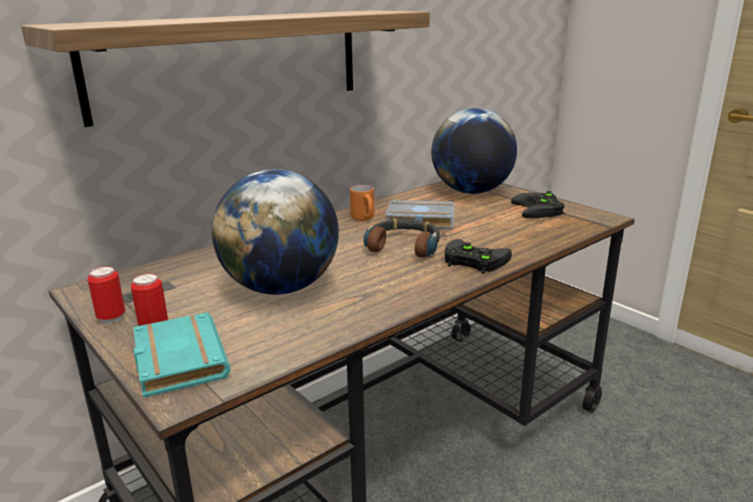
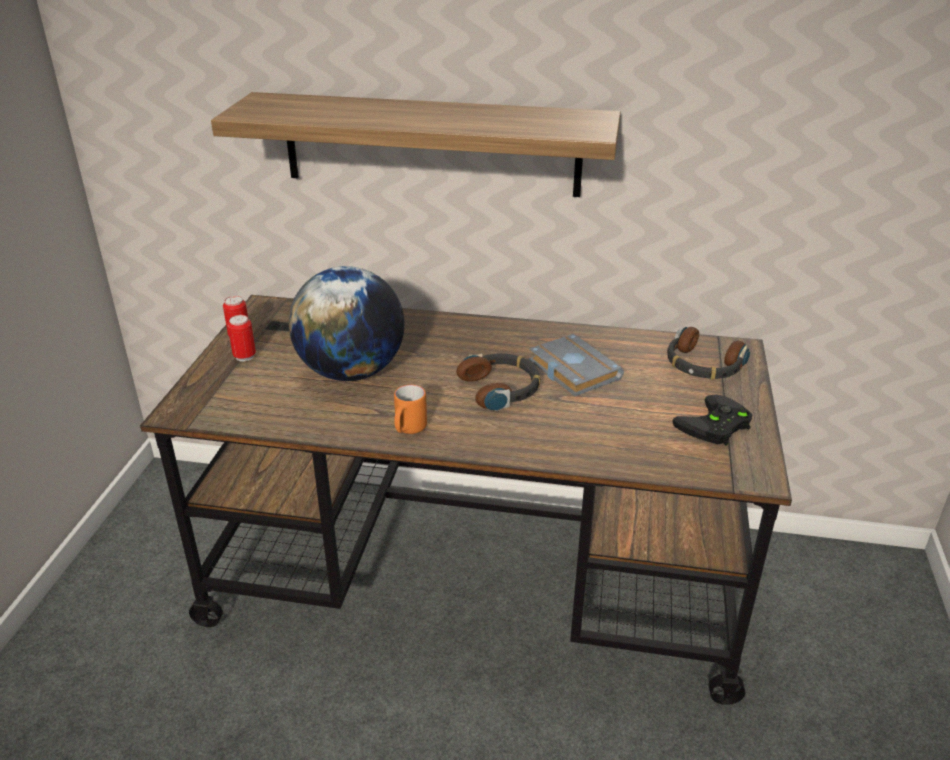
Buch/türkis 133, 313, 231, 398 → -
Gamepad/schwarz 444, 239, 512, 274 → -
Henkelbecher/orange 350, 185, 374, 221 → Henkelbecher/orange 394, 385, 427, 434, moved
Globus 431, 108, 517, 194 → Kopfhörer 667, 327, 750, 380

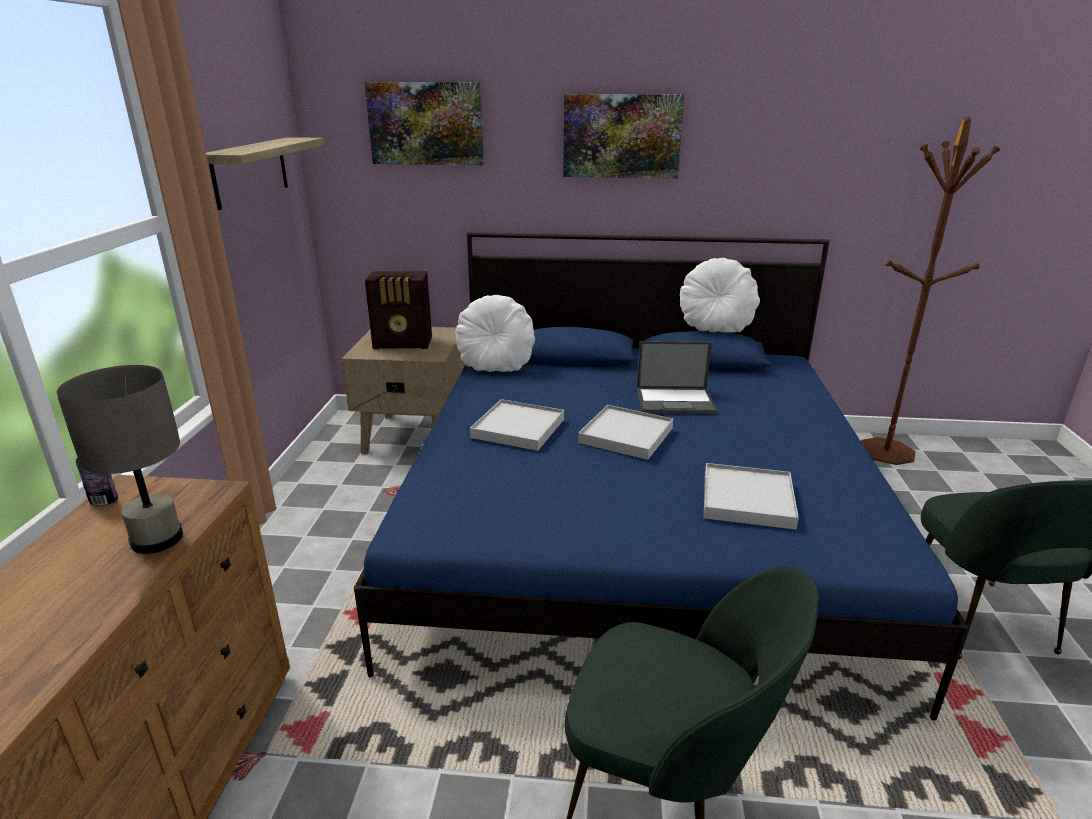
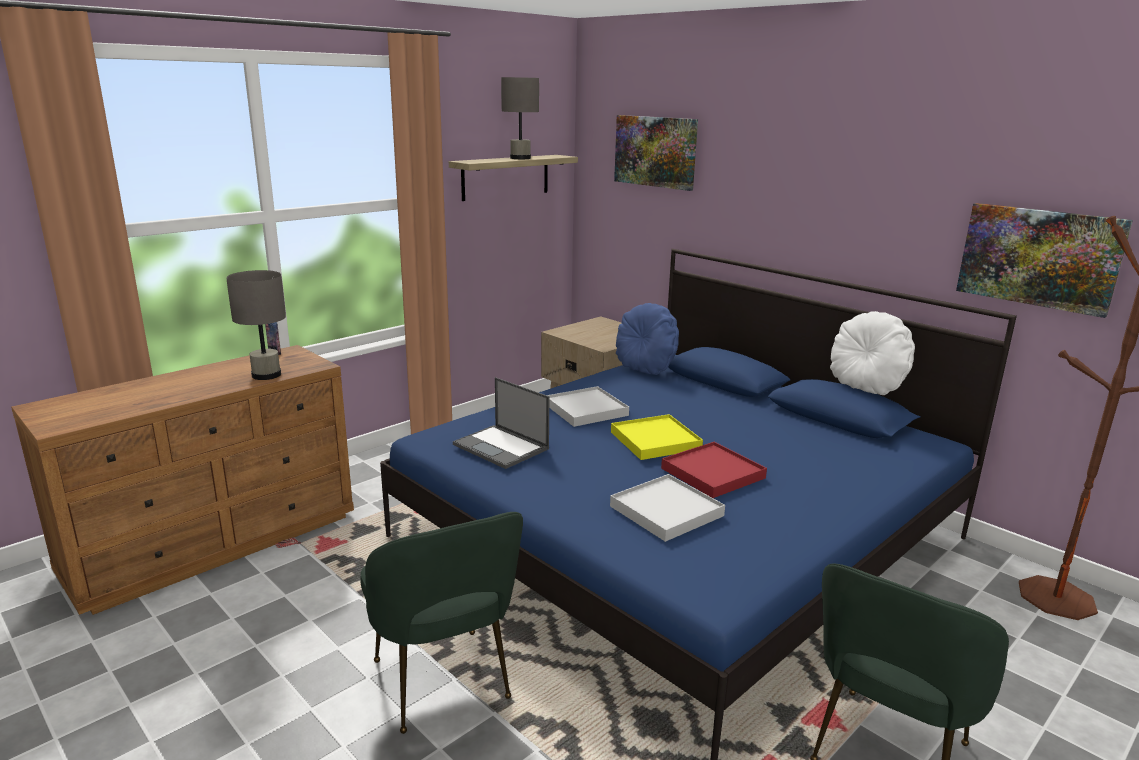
Radio 365, 271, 432, 349 → -
- → Tischlampe/grau 501, 77, 539, 159
- → Tablett/rot 661, 442, 767, 498
Bild 563, 94, 684, 178 → Bild 956, 203, 1133, 318, moved
Laptop 637, 341, 717, 414 → Laptop 453, 377, 549, 469, moved
Kissen/weiß 456, 295, 535, 372 → Kissen/blau 616, 303, 679, 375
Tablett/weiß 578, 405, 673, 460 → Tablett/gelb 611, 414, 703, 460

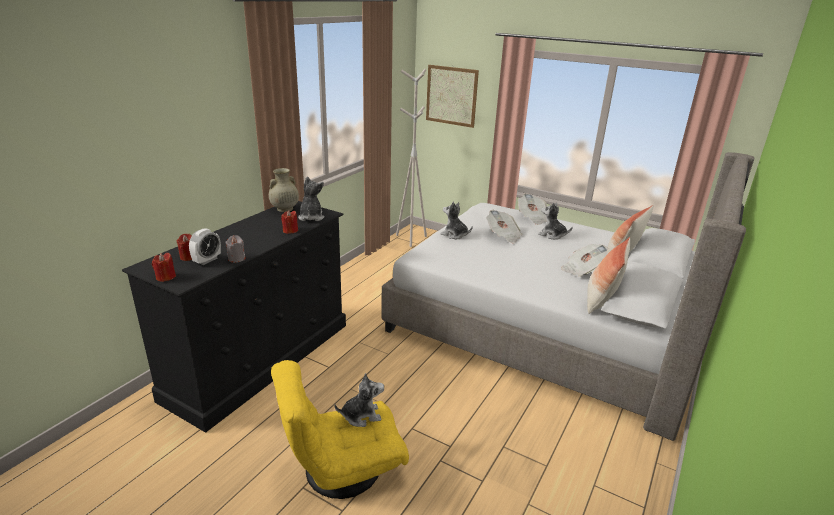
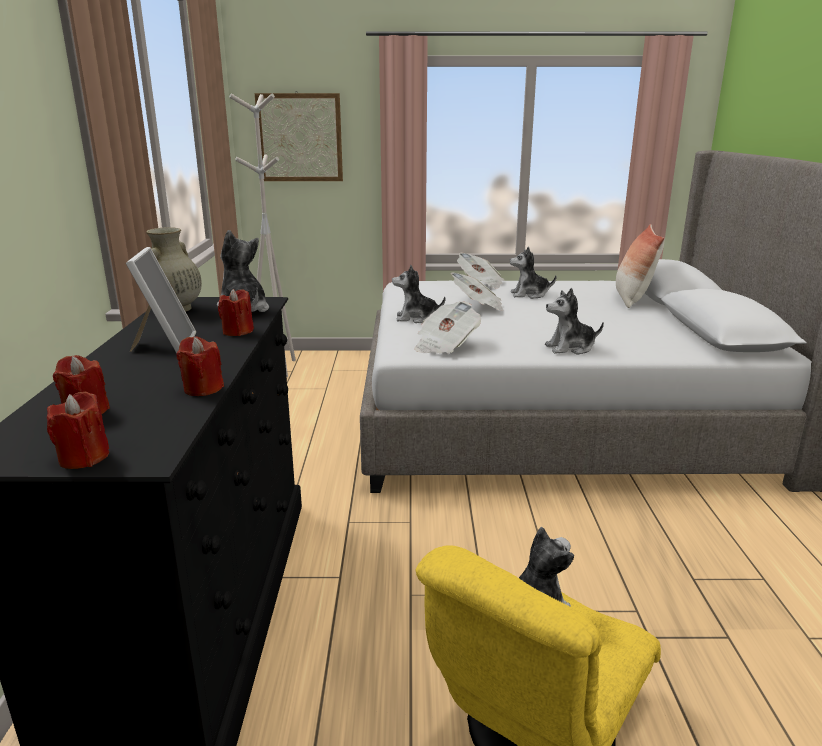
Wecker 189, 228, 221, 265 → -
Kissen 587, 237, 631, 314 → -
- → Bilderrahmen 126, 247, 196, 354
- → Plüschtier 545, 288, 604, 354
Zeitung 561, 244, 608, 277 → Zeitung 414, 301, 481, 354, moved
Kerze/grau 225, 235, 245, 263 → Kerze/rot 176, 336, 224, 396

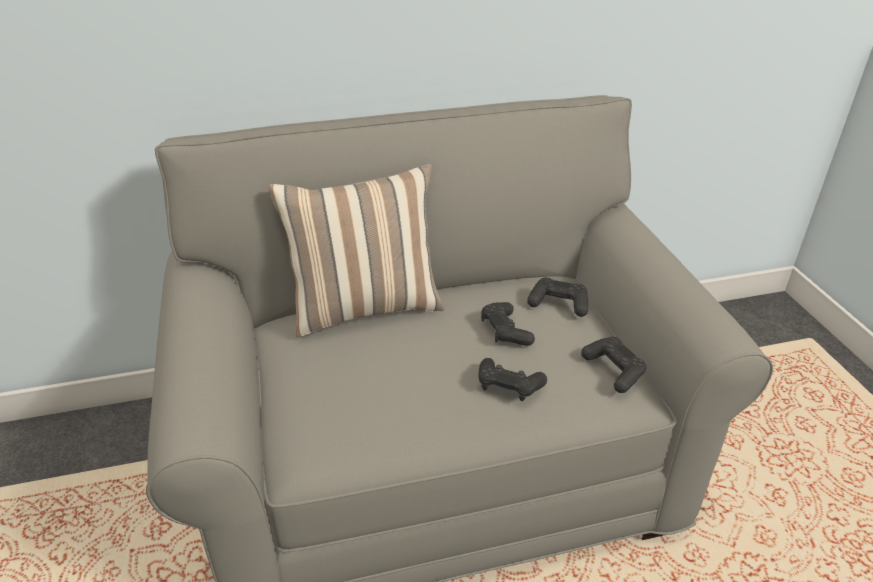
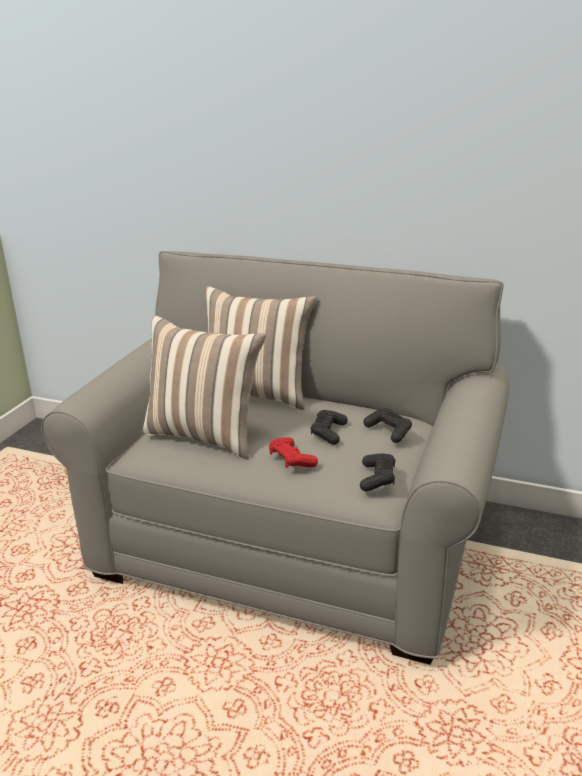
- → Kissen 142, 315, 266, 460
Gamepad/schwarz 478, 358, 547, 401 → Gamepad/rot 269, 437, 318, 468

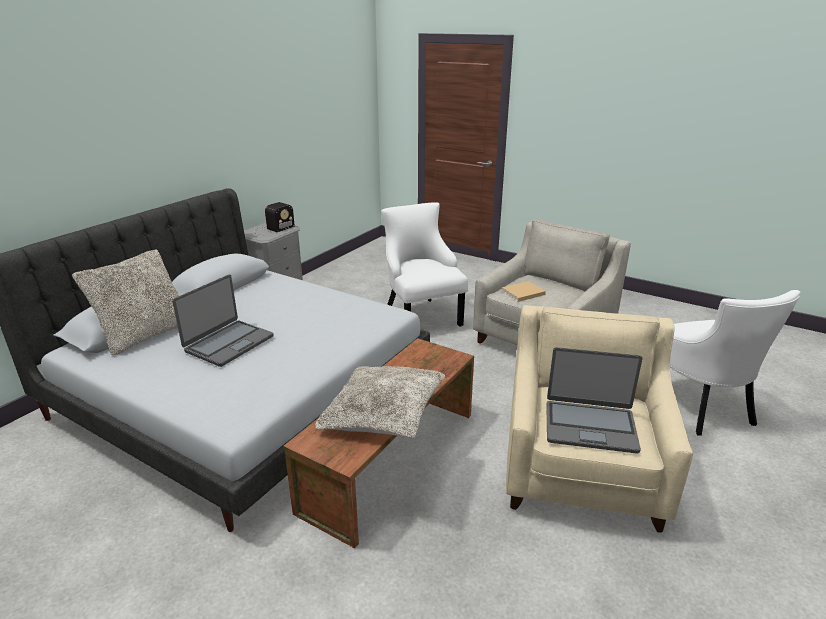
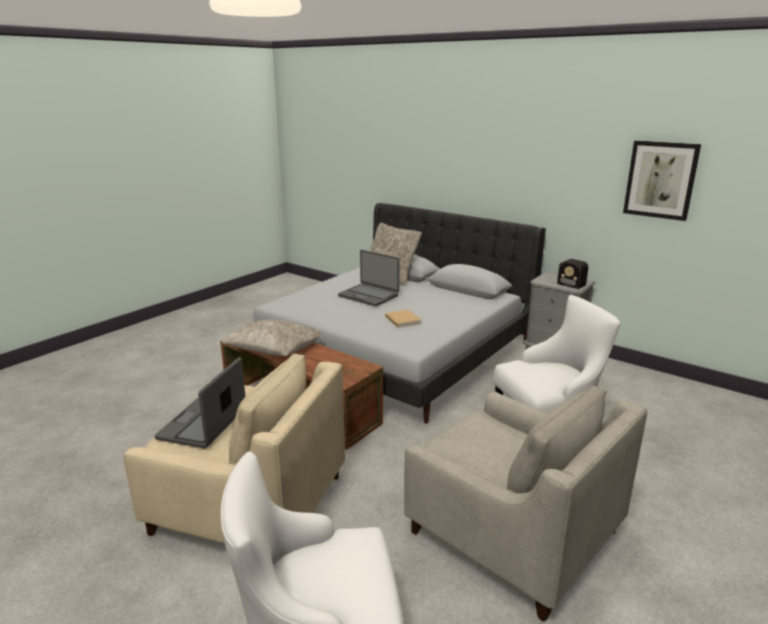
- → Bild 623, 140, 701, 221
Buch/beige 502, 281, 546, 302 → Buch/beige 385, 309, 422, 328, moved

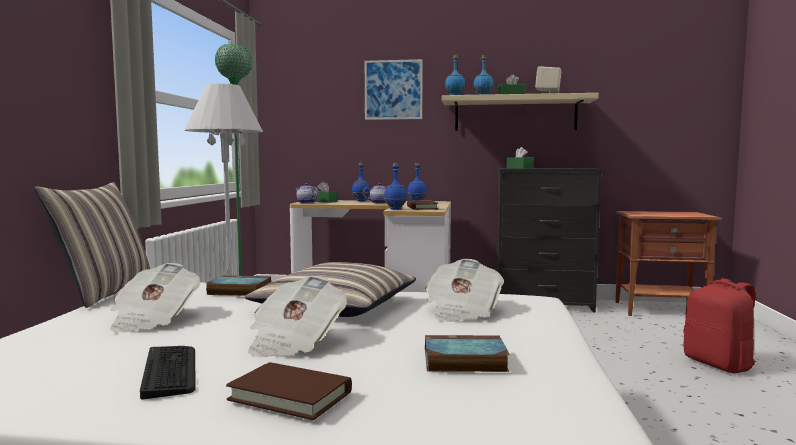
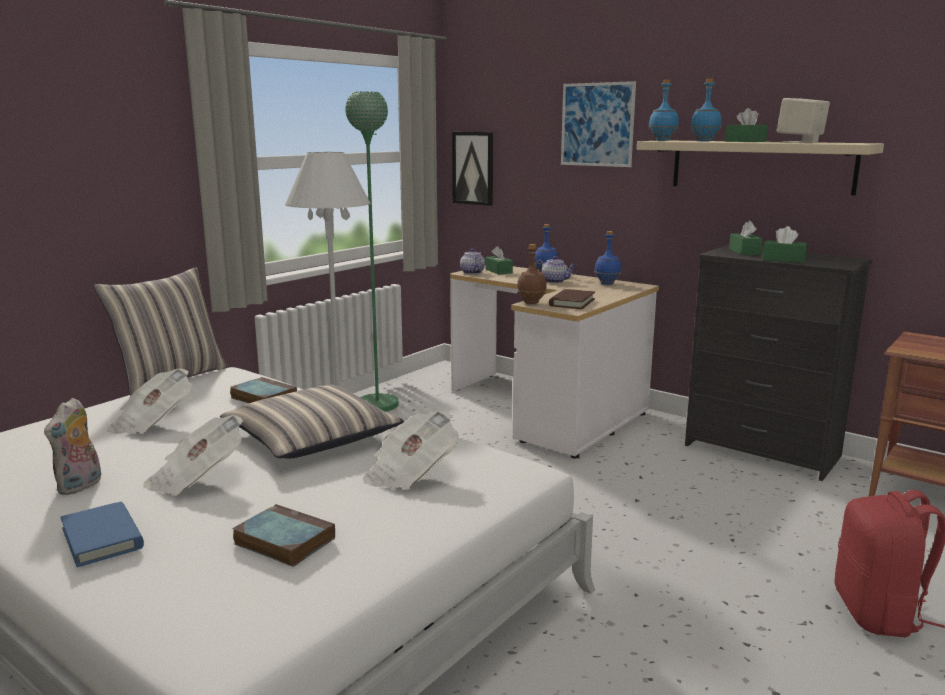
- → Bild 452, 132, 493, 206
- → Taschentuchbox/grün 762, 226, 807, 263
Tastatur 140, 346, 195, 400 → Plüschtier 44, 398, 101, 495
Buch/braun 226, 362, 352, 420 → Buch/blau 60, 502, 144, 567
Flasche/blau 384, 163, 407, 210 → Flasche/braun 517, 244, 547, 304

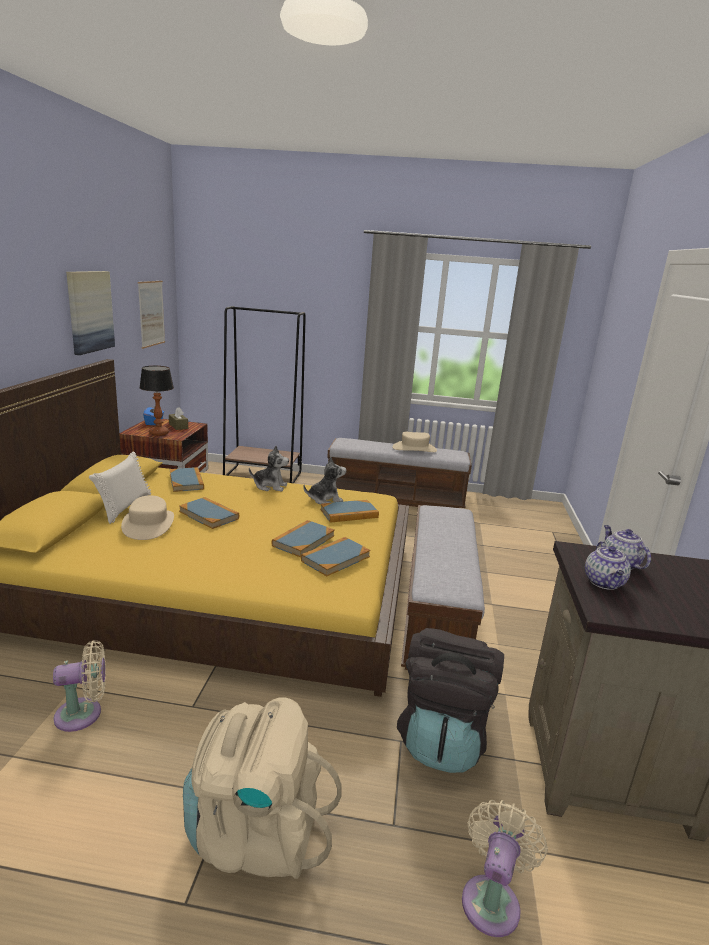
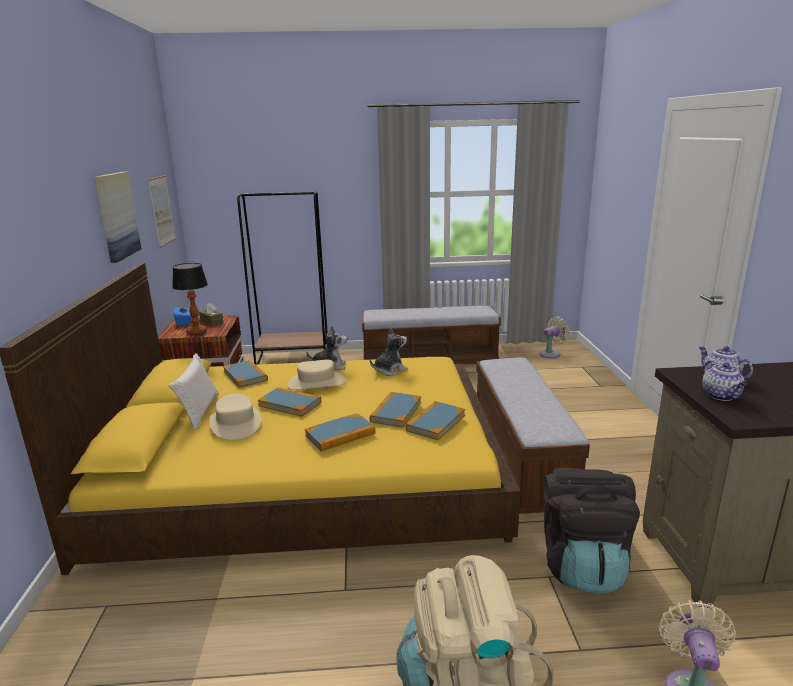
Ventilator/beige 53, 640, 106, 732 → Ventilator/beige 539, 316, 570, 358, moved
Buch 320, 500, 379, 523 → Buch 305, 413, 376, 451, moved
Hut/beige 392, 432, 437, 452 → Hut/beige 287, 360, 346, 390, moved

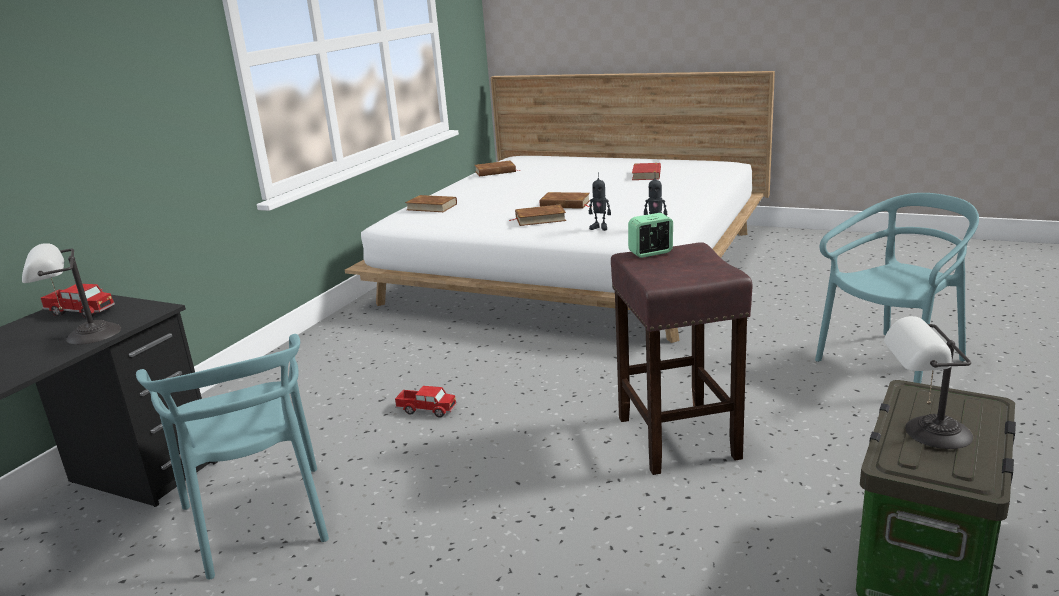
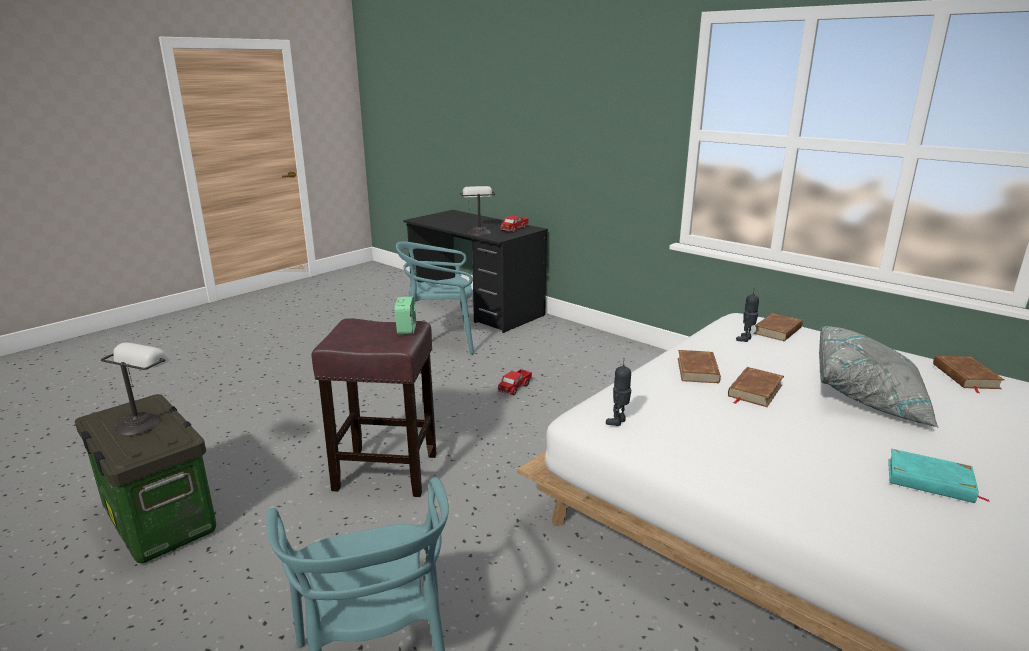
- → Kissen/grau 819, 326, 939, 428
Spielzeugroboter 589, 172, 611, 231 → Spielzeugroboter 736, 288, 759, 342, moved
Buch/rot 632, 163, 661, 180 → Buch/türkis 888, 449, 990, 503

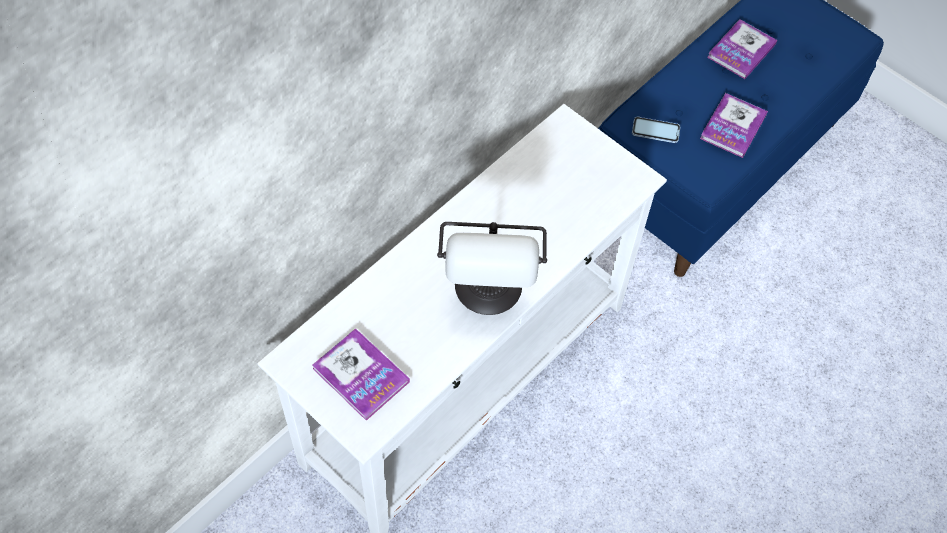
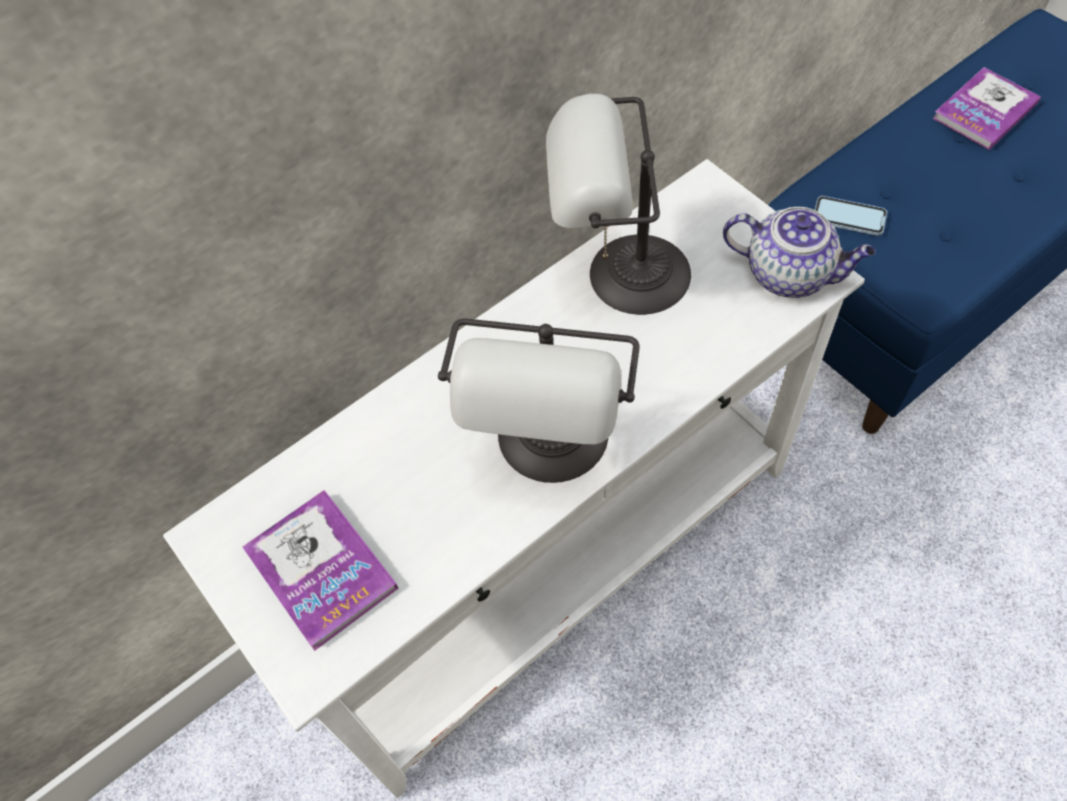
Buch 700, 93, 768, 158 → -
- → Tischlampe 546, 94, 691, 315
- → Teekanne 723, 207, 876, 298

